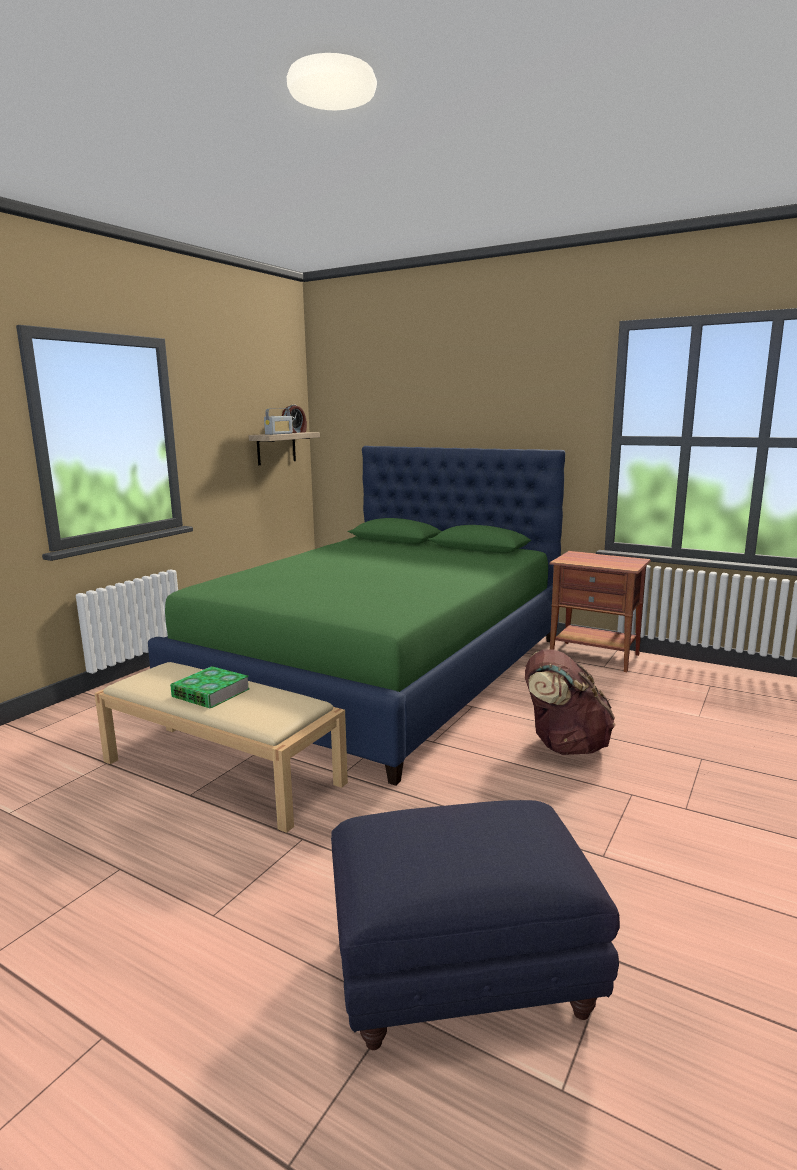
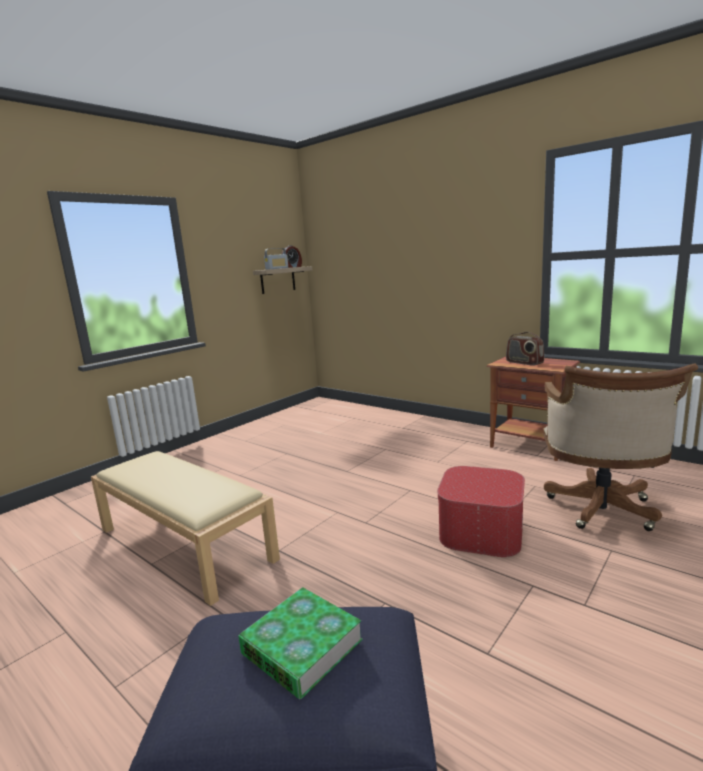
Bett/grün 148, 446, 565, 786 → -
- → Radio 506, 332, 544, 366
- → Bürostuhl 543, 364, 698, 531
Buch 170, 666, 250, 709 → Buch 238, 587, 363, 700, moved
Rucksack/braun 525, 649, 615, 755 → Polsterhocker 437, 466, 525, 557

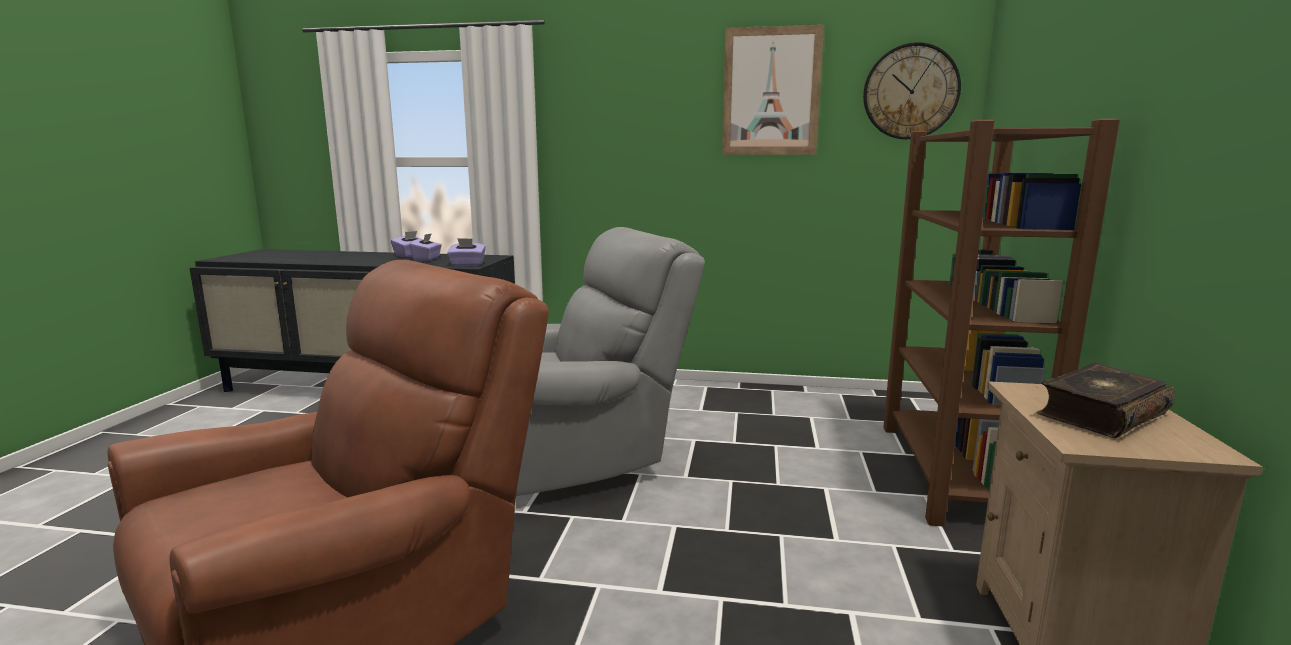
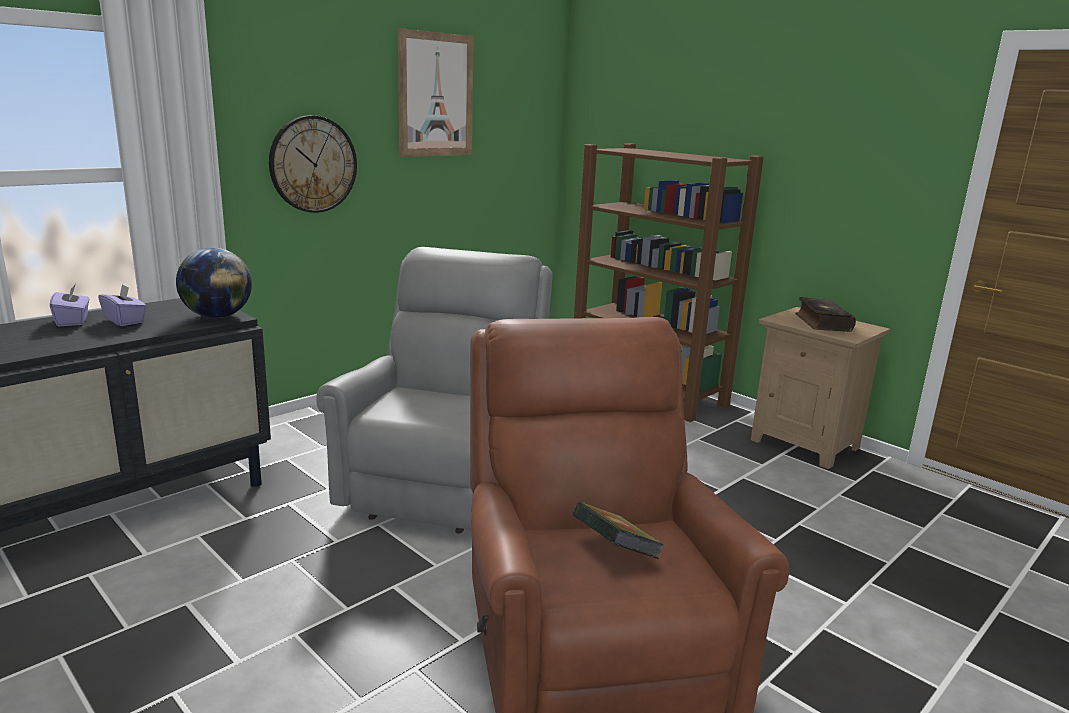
- → Buch 572, 502, 664, 559
Wanduhr 863, 42, 961, 139 → Wanduhr 269, 115, 357, 213, moved
Taschentuchbox/lila 447, 238, 486, 266 → Globus 176, 248, 252, 318

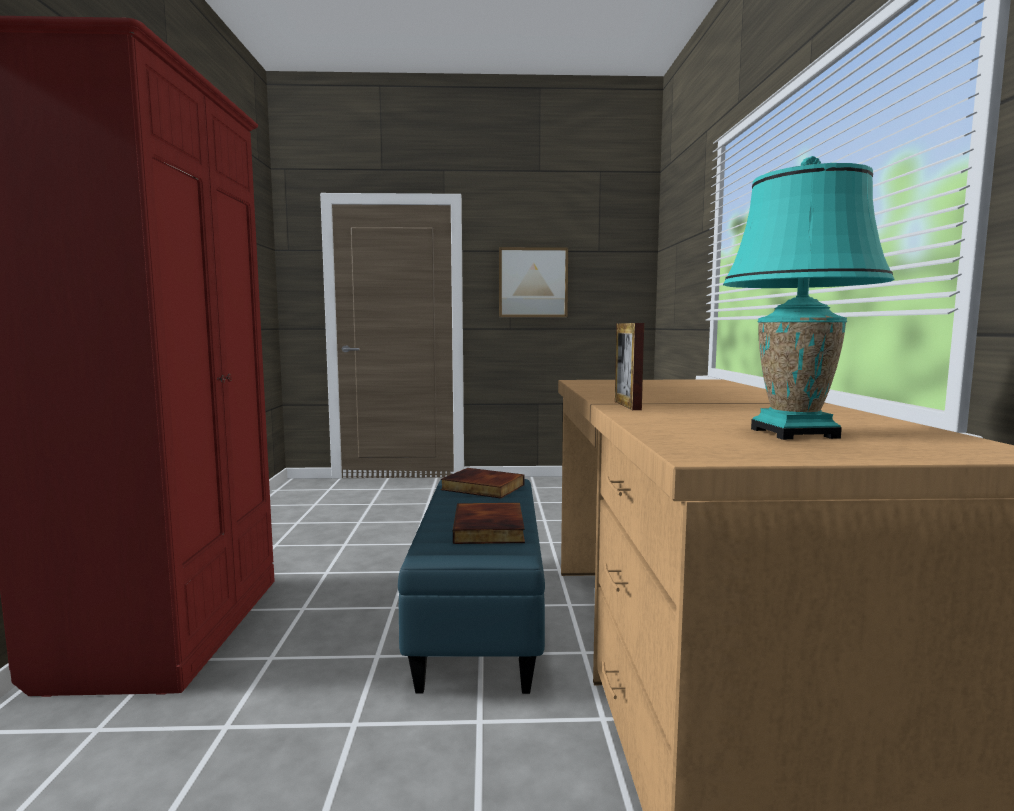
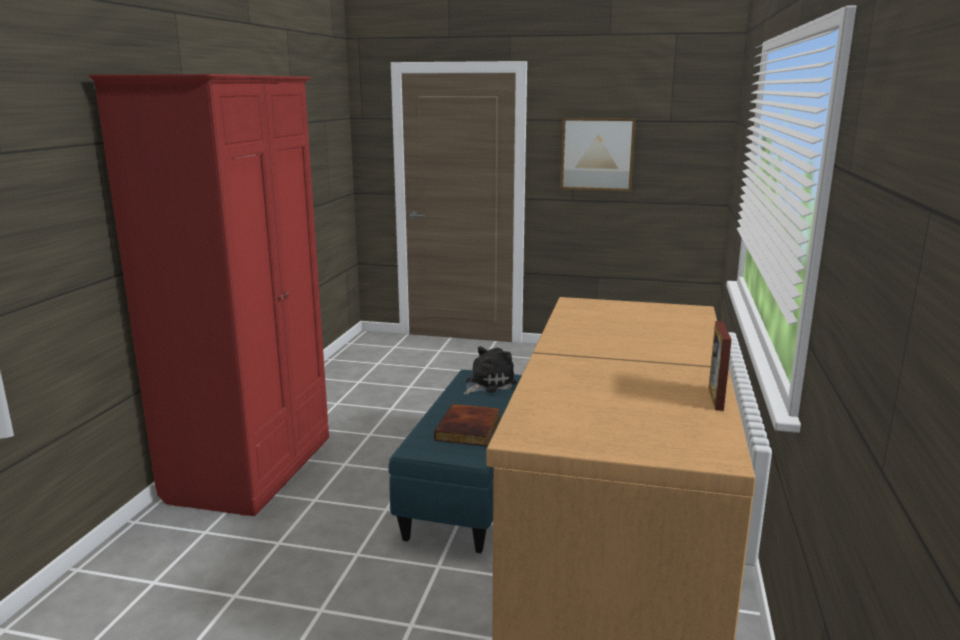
Tischlampe/türkis 723, 156, 894, 440 → -
Bilderrahmen 615, 323, 644, 410 → Bilderrahmen 709, 321, 732, 411, moved
Buch 441, 468, 524, 499 → Plüschtier 464, 346, 517, 394

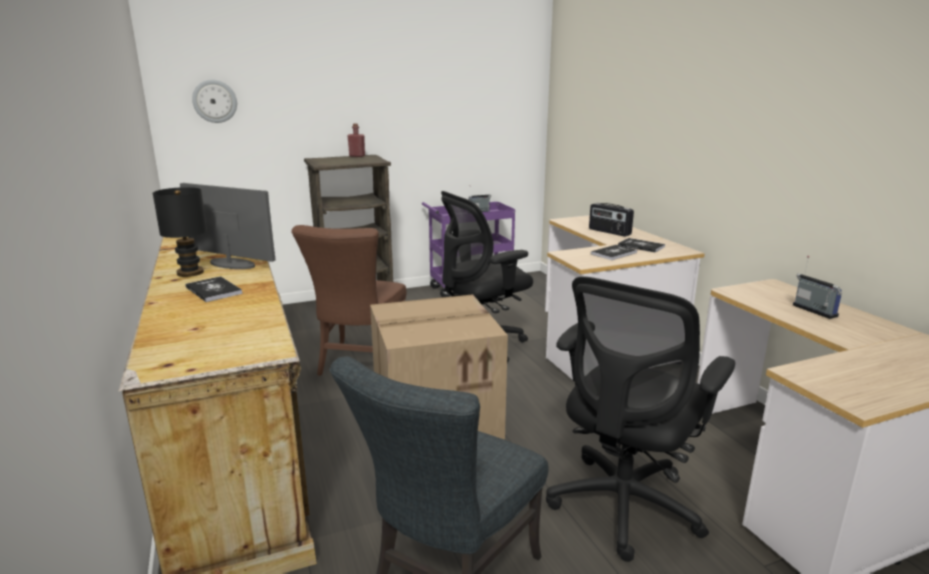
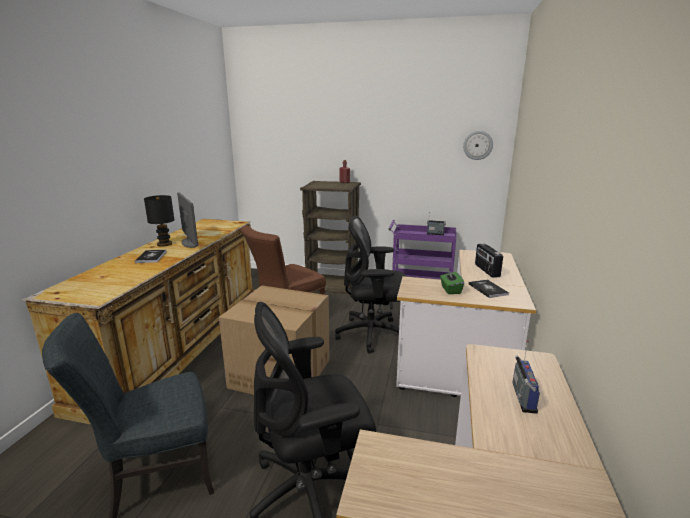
Wanduhr 192, 80, 237, 123 → Wanduhr 463, 131, 493, 160, moved
Buch 591, 245, 637, 260 → Taschentuchbox/grün 440, 270, 464, 294

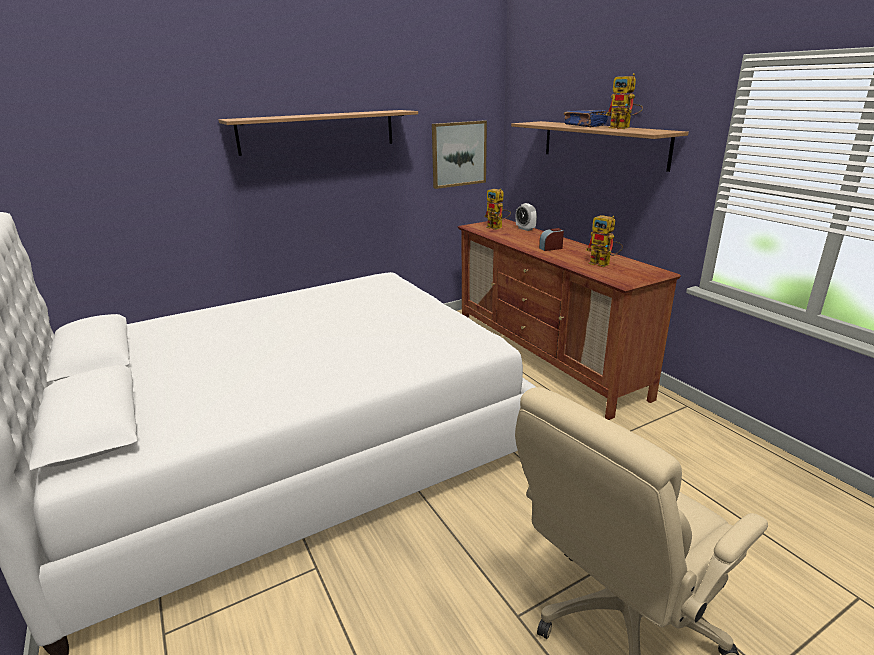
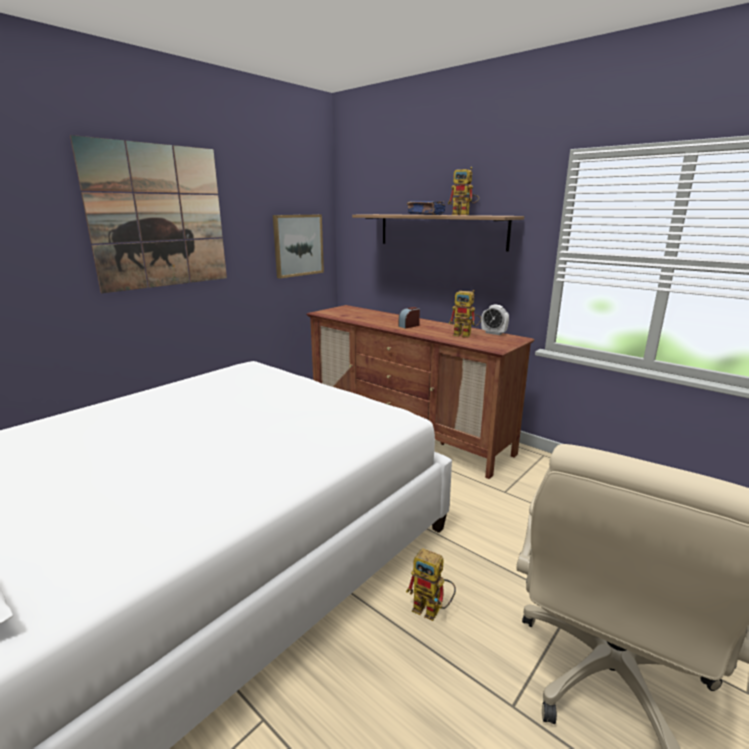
Spielzeugroboter 484, 189, 511, 230 → Spielzeugroboter 406, 548, 456, 621, moved
Wecker 516, 203, 537, 231 → Wecker 481, 305, 509, 335, moved
Wandregal 218, 110, 418, 156 → Bild 70, 135, 227, 293

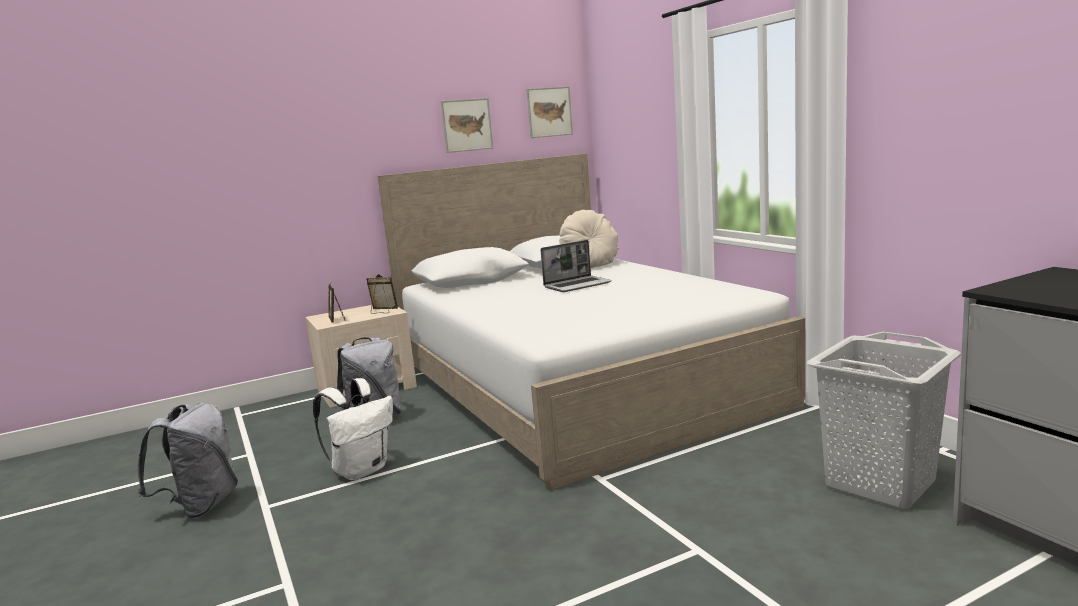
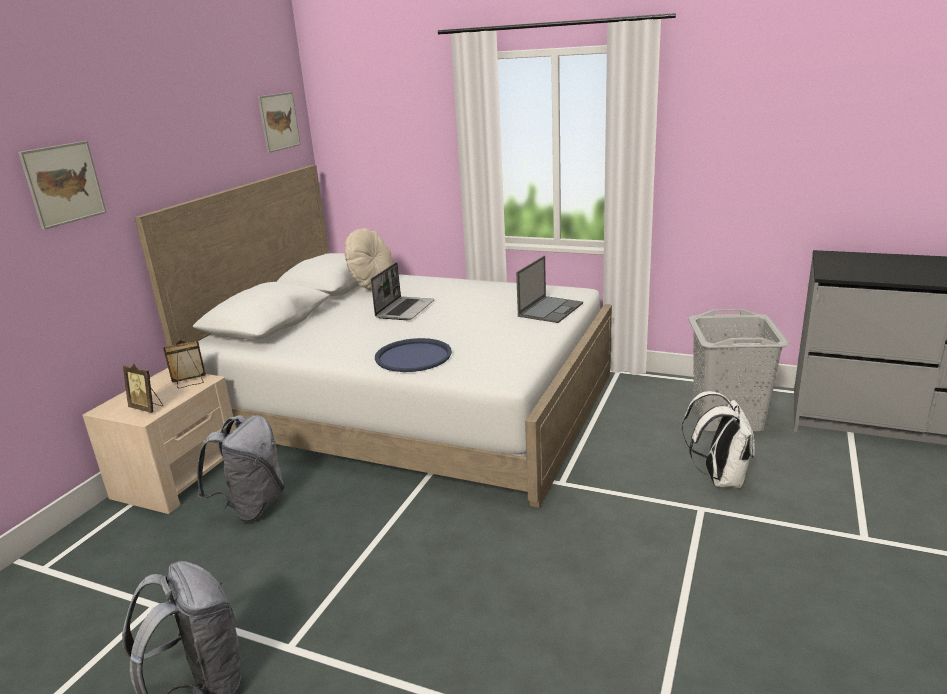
- → Tablett/blau 375, 338, 452, 372
- → Laptop 516, 256, 583, 323
Rucksack/weiß 313, 378, 393, 480 → Rucksack/weiß 682, 391, 755, 488, moved
Bild 441, 98, 493, 153 → Bild 18, 141, 107, 230, moved

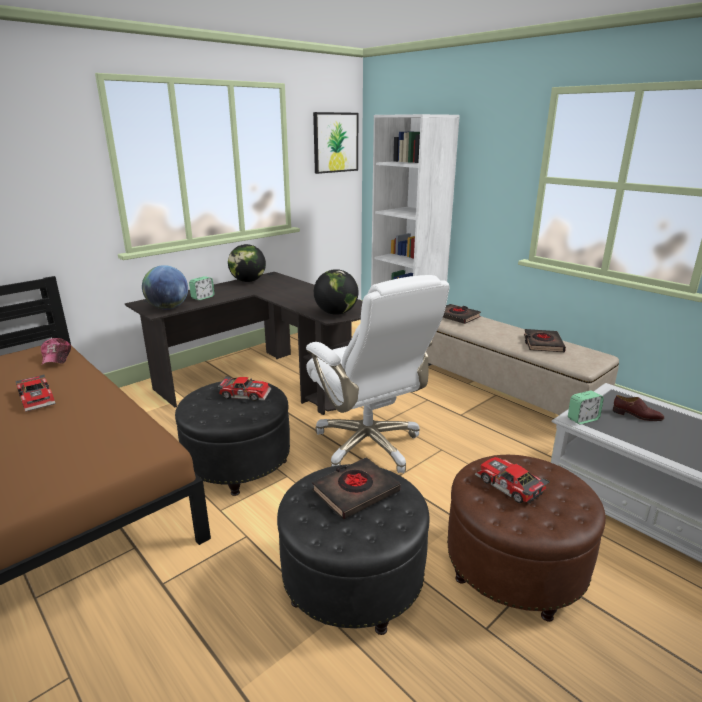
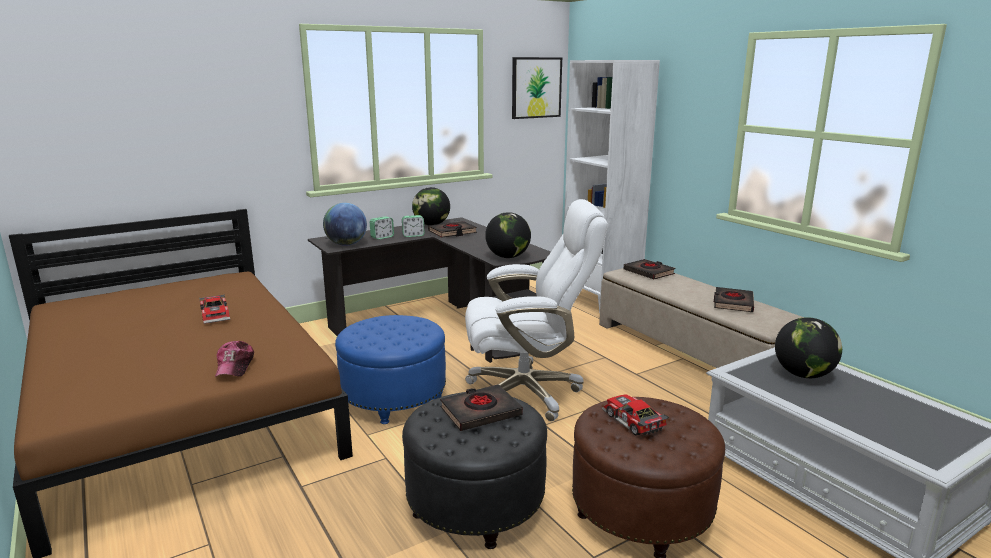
Spielzeugauto 217, 376, 272, 401 → -
- → Buch/schwarz 428, 221, 477, 238
Kappe 41, 338, 71, 366 → Kappe 214, 341, 254, 378, moved
Wecker 568, 391, 604, 425 → Wecker 402, 215, 425, 237, moved
Schuh/braun 613, 395, 664, 421 → Globus 775, 317, 842, 378
Polsterhocker/schwarz 175, 380, 290, 496 → Polsterhocker/blau 335, 315, 446, 424
Bürostuhl/weiß 306, 275, 450, 473 → Bürostuhl/weiß 465, 199, 608, 421, 75 degrees counterclockwise

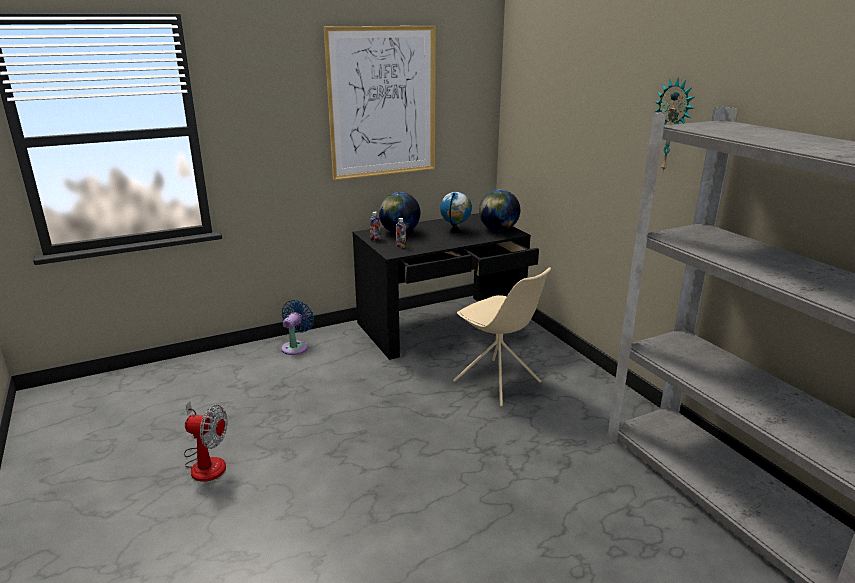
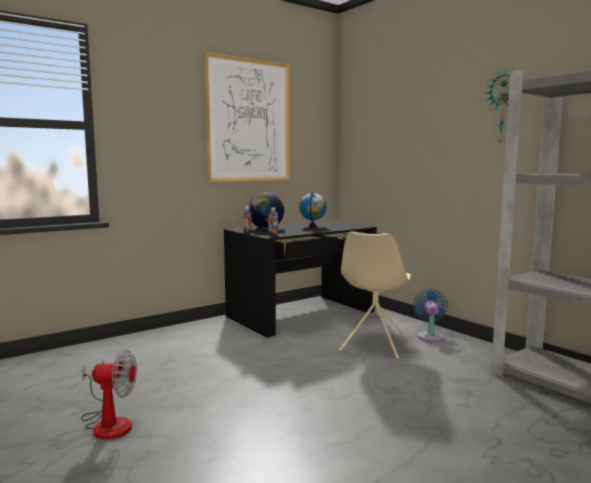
Globus 479, 190, 520, 231 → -
Ventilator/blau 281, 300, 314, 355 → Ventilator/blau 413, 289, 448, 342, moved
Stuhl/beige 453, 268, 551, 407 → Stuhl/beige 339, 231, 411, 359, 75 degrees clockwise

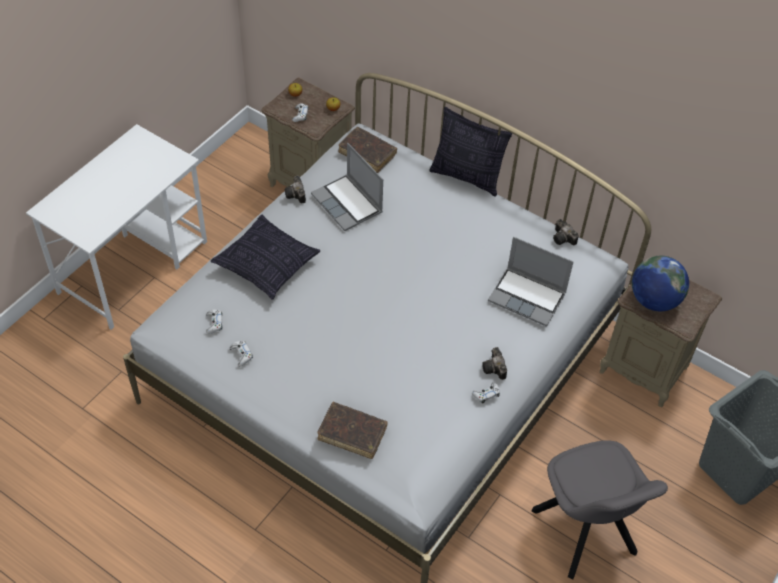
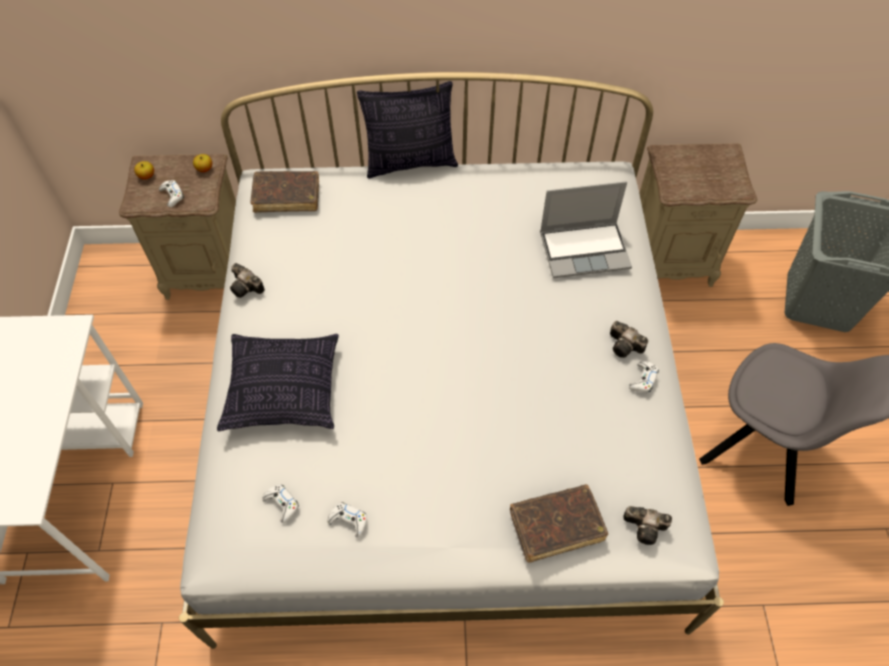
Laptop 311, 143, 383, 231 → -
Globus 632, 256, 689, 311 → -
Kamera 553, 219, 579, 245 → Kamera 624, 506, 672, 545, moved

